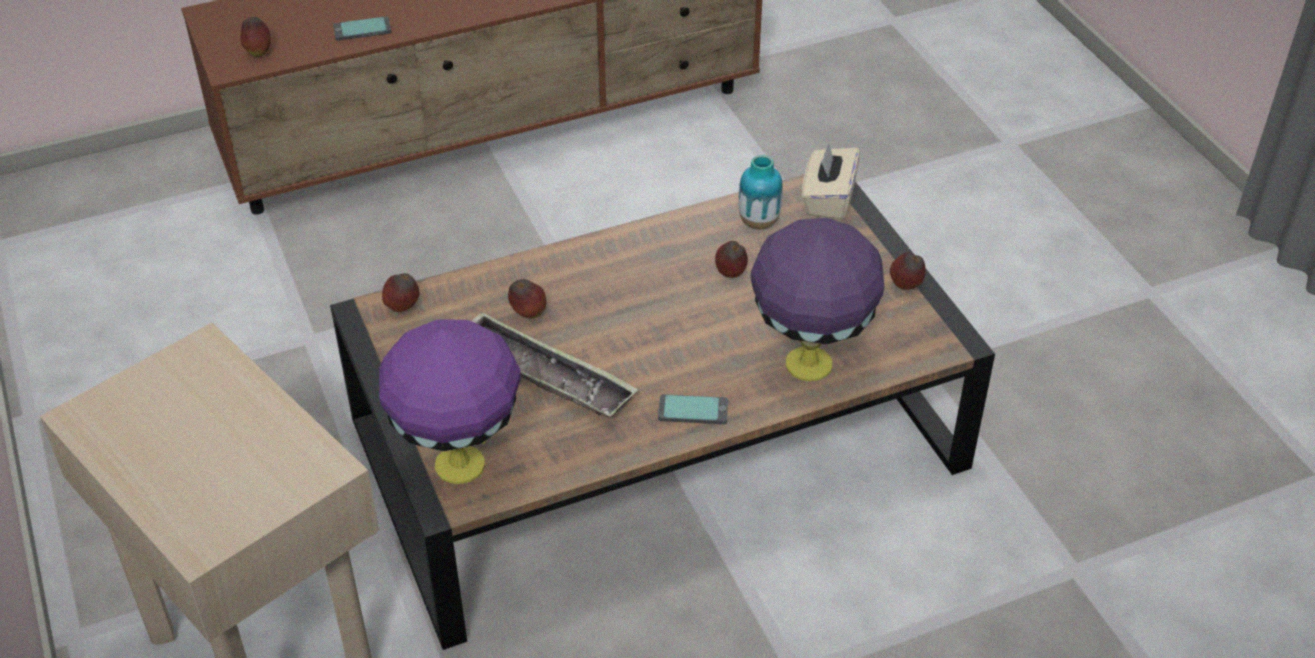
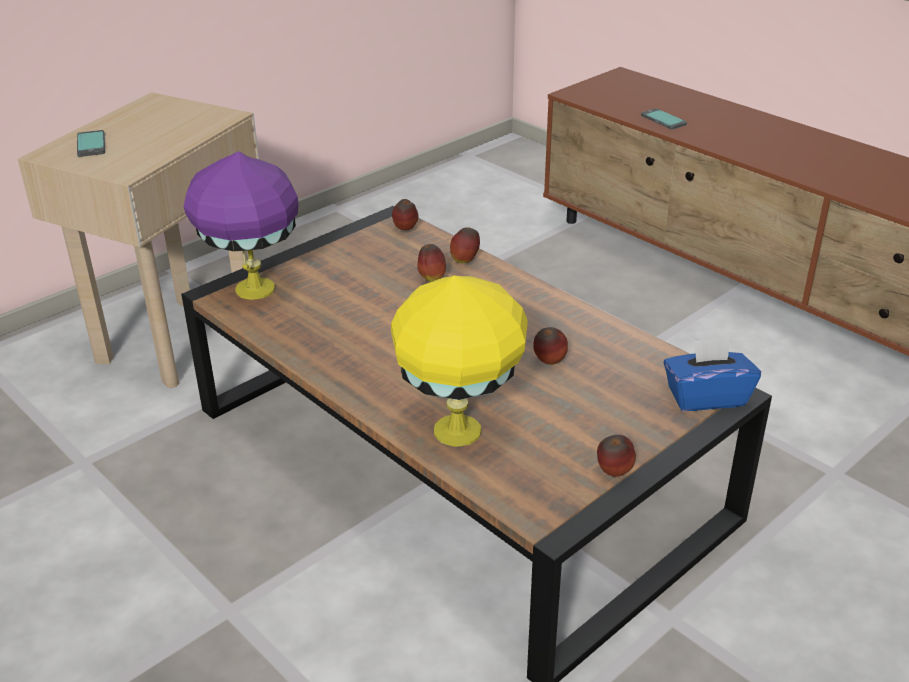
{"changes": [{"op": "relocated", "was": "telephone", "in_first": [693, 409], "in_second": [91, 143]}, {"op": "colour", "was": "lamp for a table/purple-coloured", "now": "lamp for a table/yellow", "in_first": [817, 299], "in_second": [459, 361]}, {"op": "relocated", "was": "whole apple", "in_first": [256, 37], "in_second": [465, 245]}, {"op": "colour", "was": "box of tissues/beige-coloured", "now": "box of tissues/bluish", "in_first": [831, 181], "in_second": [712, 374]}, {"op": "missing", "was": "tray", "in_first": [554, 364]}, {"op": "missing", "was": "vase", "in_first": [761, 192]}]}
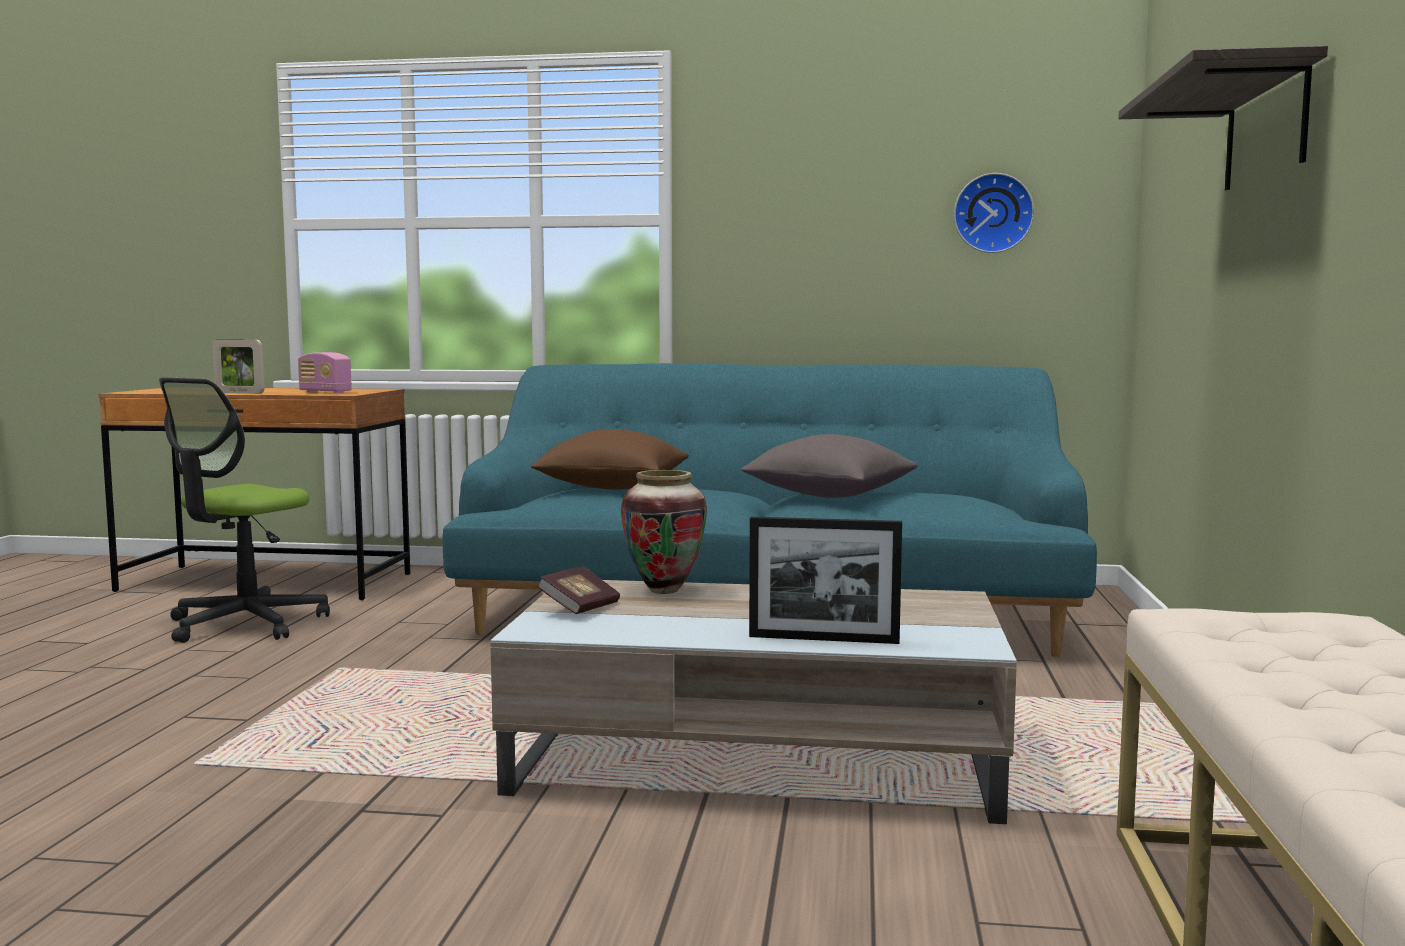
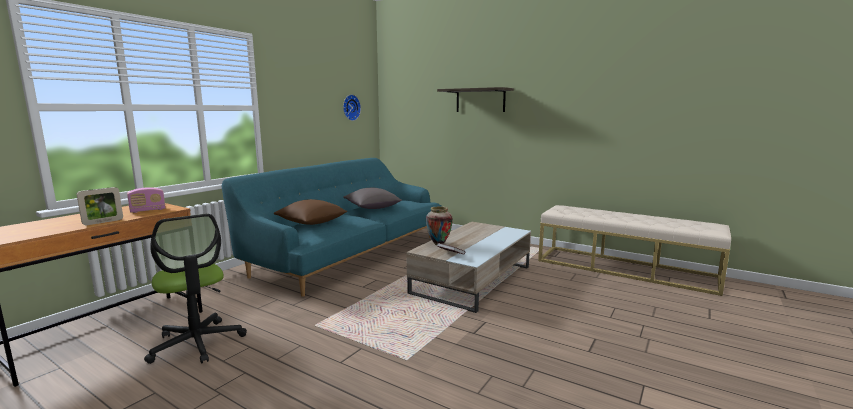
{"changes": [{"op": "missing", "was": "standing frame", "in_first": [825, 580]}]}
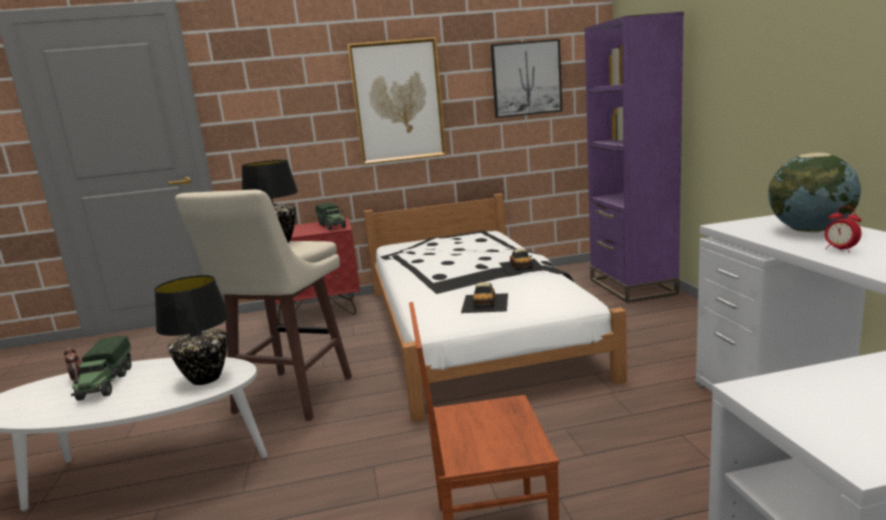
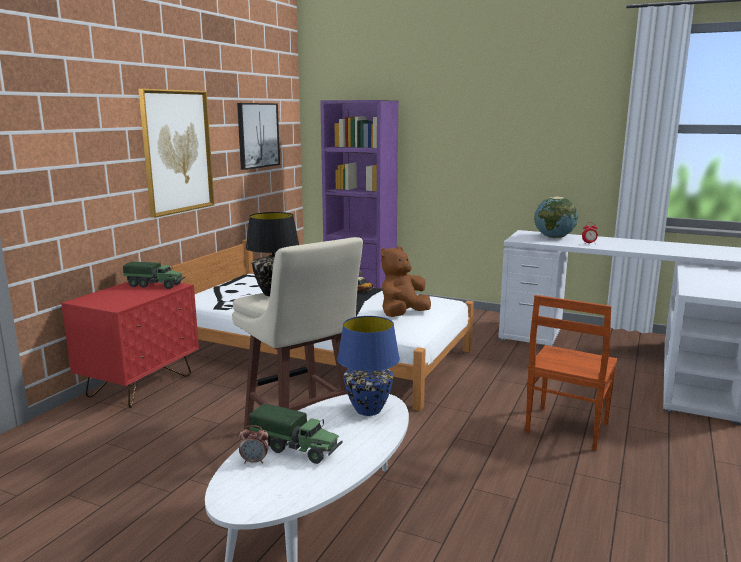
{"changes": [{"op": "colour", "was": "lamp for a table/black", "now": "lamp for a table/bluish", "in_first": [191, 330], "in_second": [368, 366]}, {"op": "exchanged", "was": "miniature car", "now": "cuddly toy/brown", "in_first": [484, 297], "in_second": [405, 281]}]}
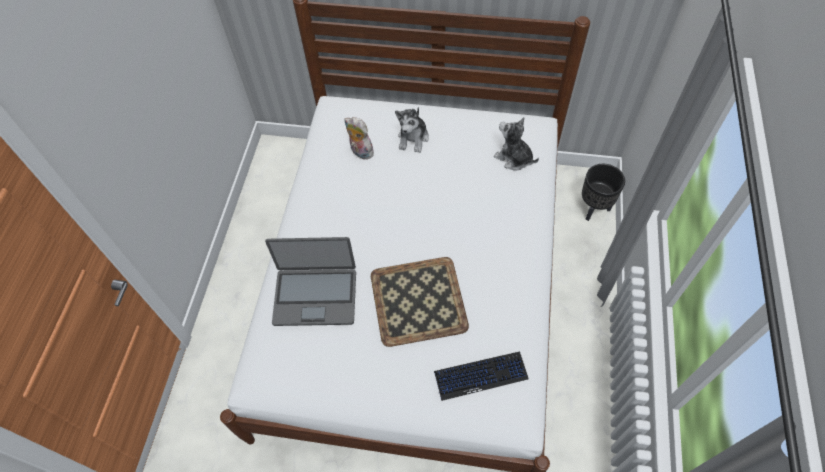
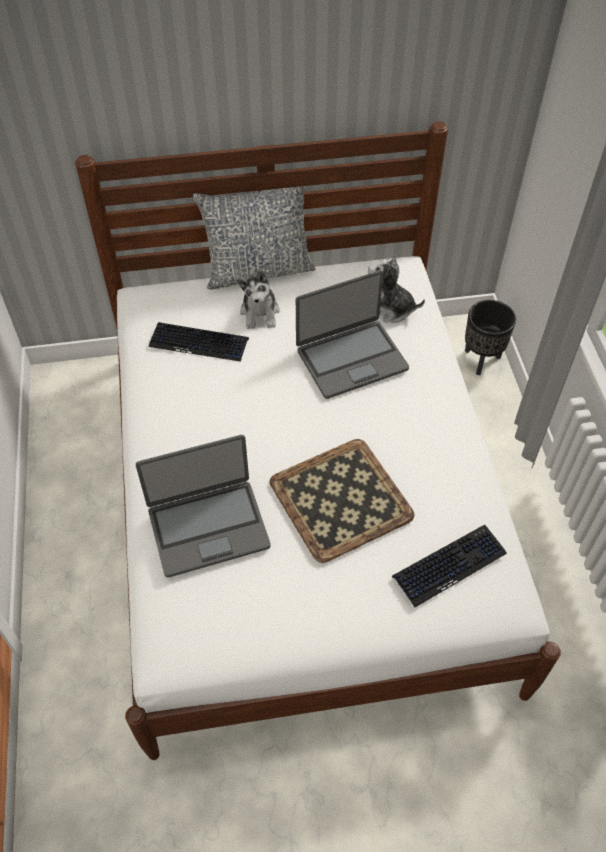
{"changes": [{"op": "exchanged", "was": "cuddly toy", "now": "PC keyboard", "in_first": [359, 138], "in_second": [199, 342]}, {"op": "appeared", "now": "cushion", "in_second": [254, 237]}, {"op": "appeared", "now": "portable computer", "in_second": [352, 334]}]}
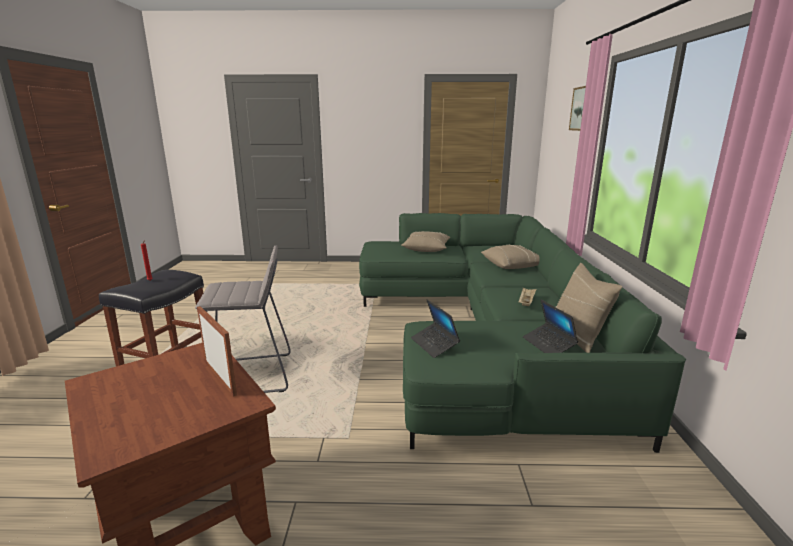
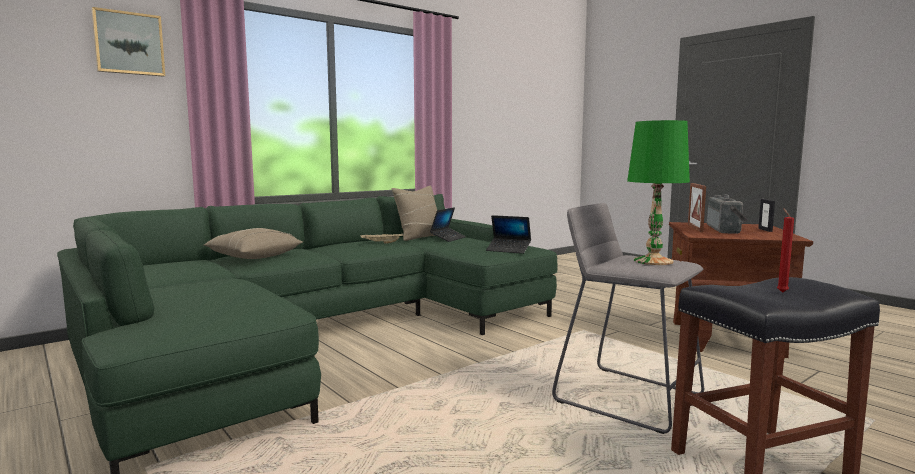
{"changes": [{"op": "spun", "was": "portable computer", "in_first": [435, 329], "in_second": [508, 234], "clockwise": 90}, {"op": "appeared", "now": "lamp for a table/green-coloured", "in_second": [658, 192]}, {"op": "appeared", "now": "radio", "in_second": [727, 214]}, {"op": "appeared", "now": "standing frame", "in_second": [766, 215]}, {"op": "missing", "was": "cushion/beige-coloured", "in_first": [426, 241]}]}
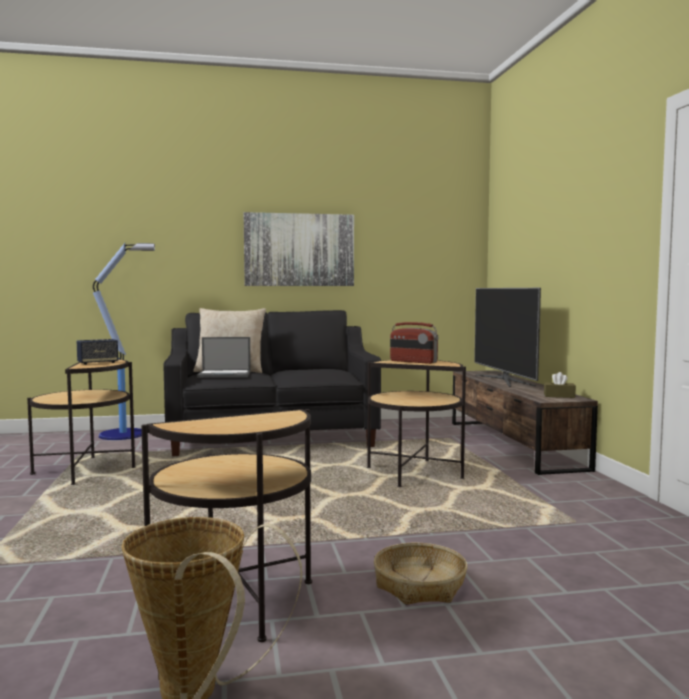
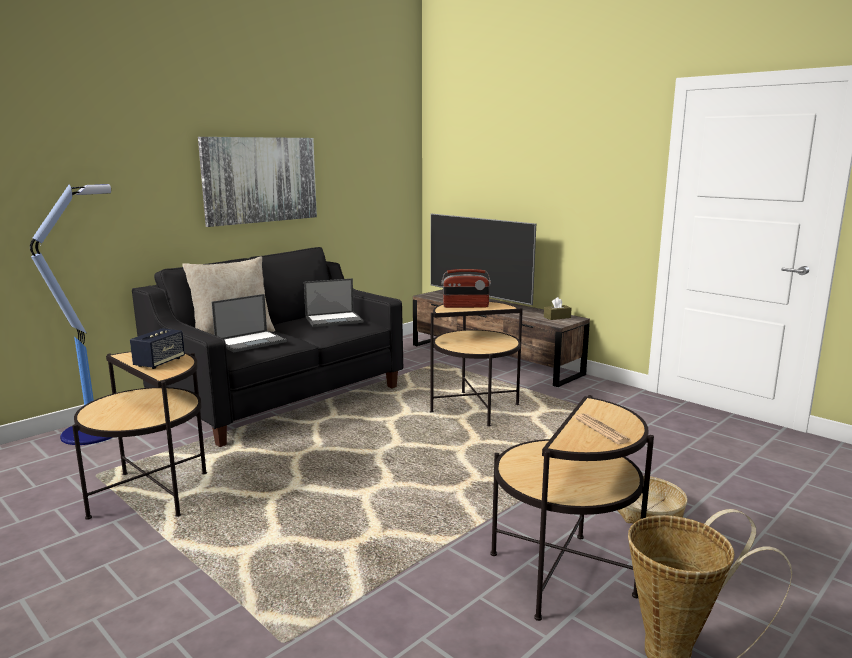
{"changes": [{"op": "appeared", "now": "portable computer", "in_second": [333, 302]}, {"op": "appeared", "now": "printed paper", "in_second": [603, 428]}]}
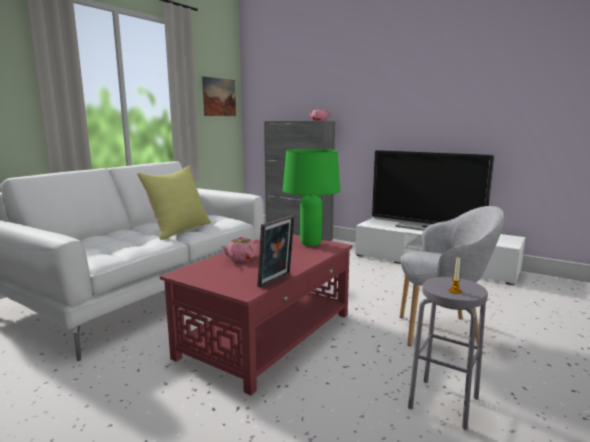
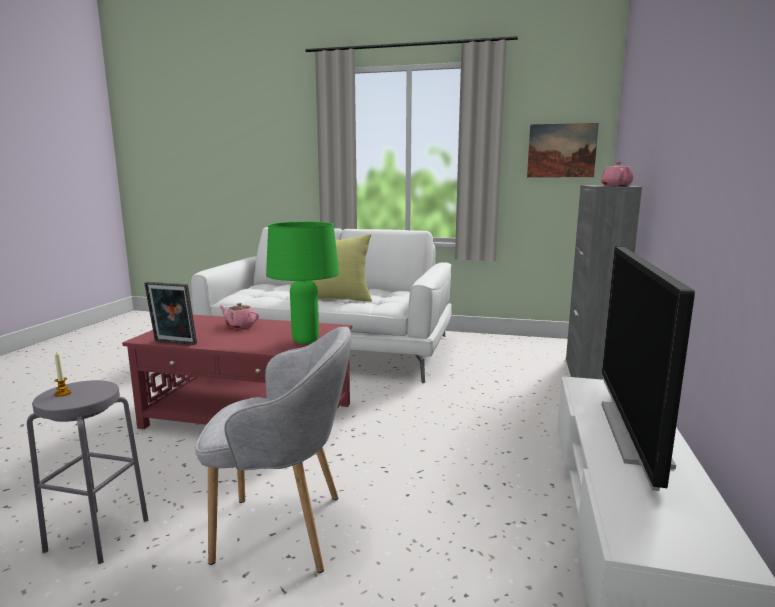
{"changes": [{"op": "spun", "was": "lounge chair/gray", "in_first": [452, 276], "in_second": [273, 450], "clockwise": -75}]}
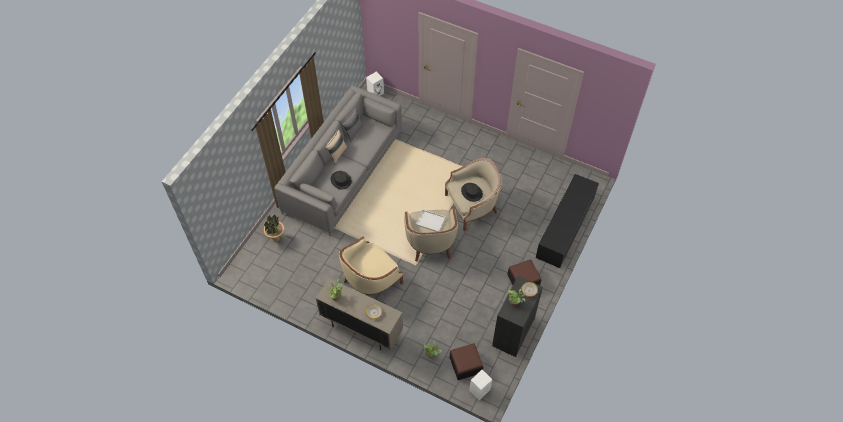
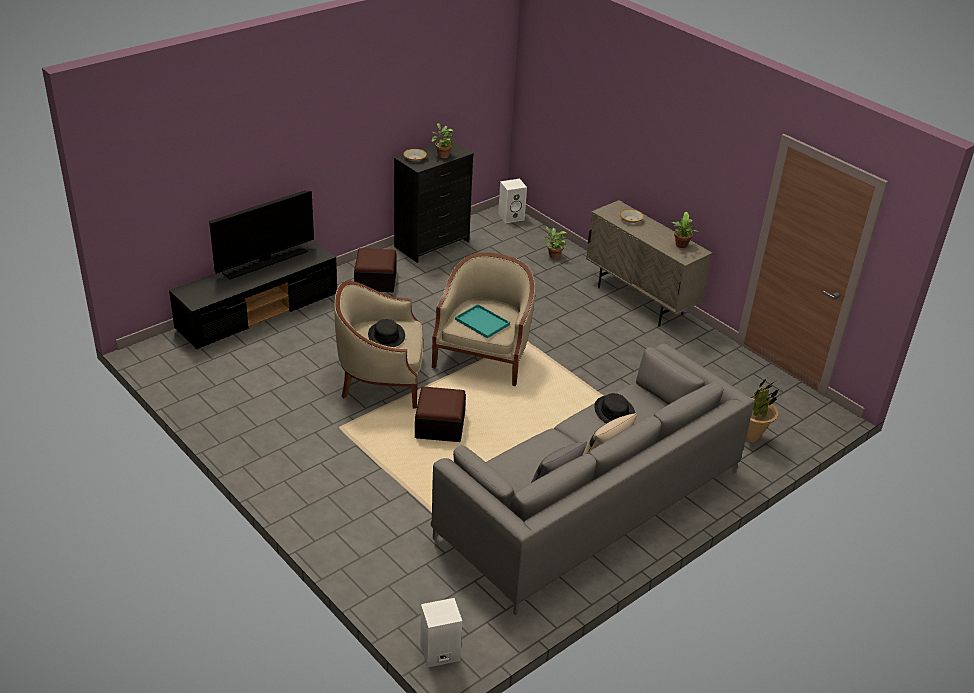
{"changes": [{"op": "appeared", "now": "TV set", "in_second": [261, 234]}, {"op": "relocated", "was": "ottoman", "in_first": [466, 361], "in_second": [440, 414]}, {"op": "colour", "was": "tray/white", "now": "tray/blue-green", "in_first": [430, 221], "in_second": [482, 321]}, {"op": "missing", "was": "lounge chair/beige-coloured", "in_first": [371, 266]}]}
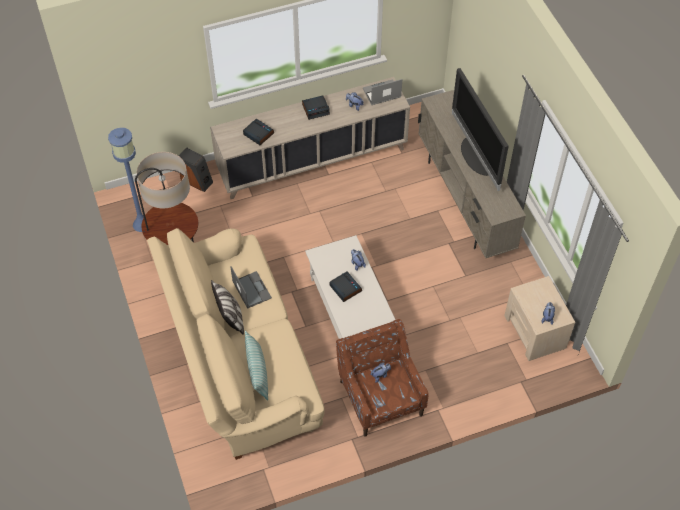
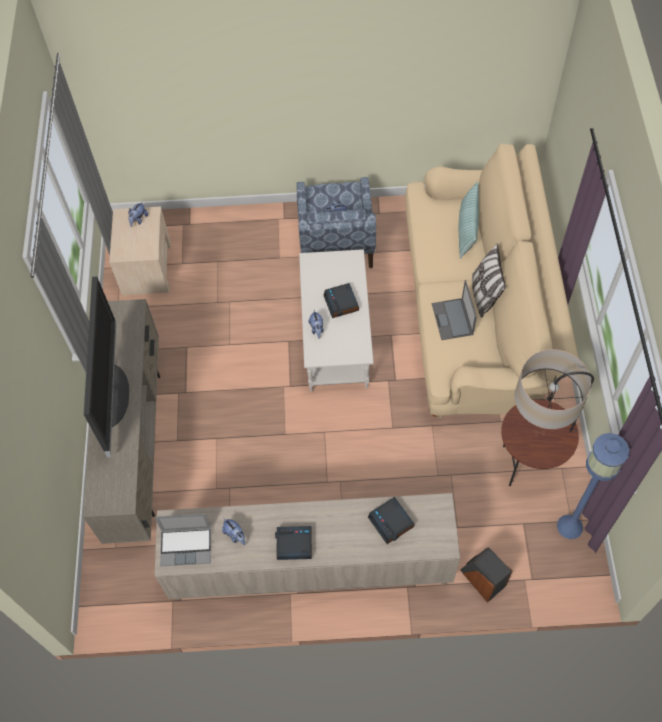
{"changes": [{"op": "colour", "was": "lounge chair/brown", "now": "lounge chair/bluish", "in_first": [382, 378], "in_second": [336, 222]}]}
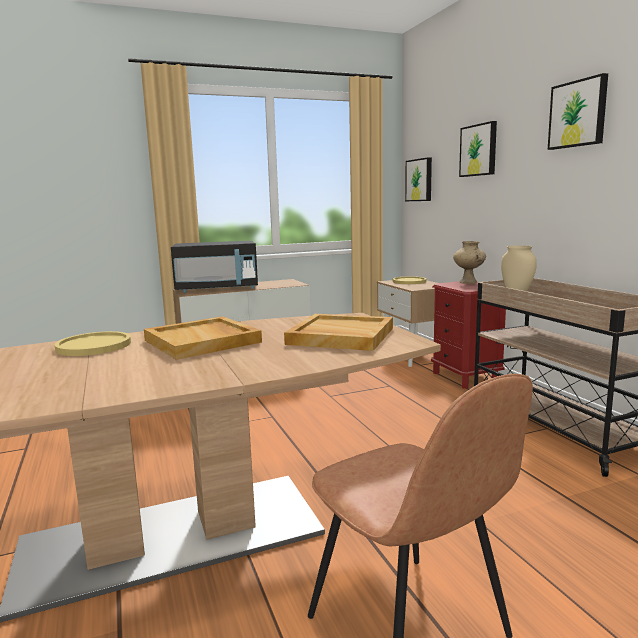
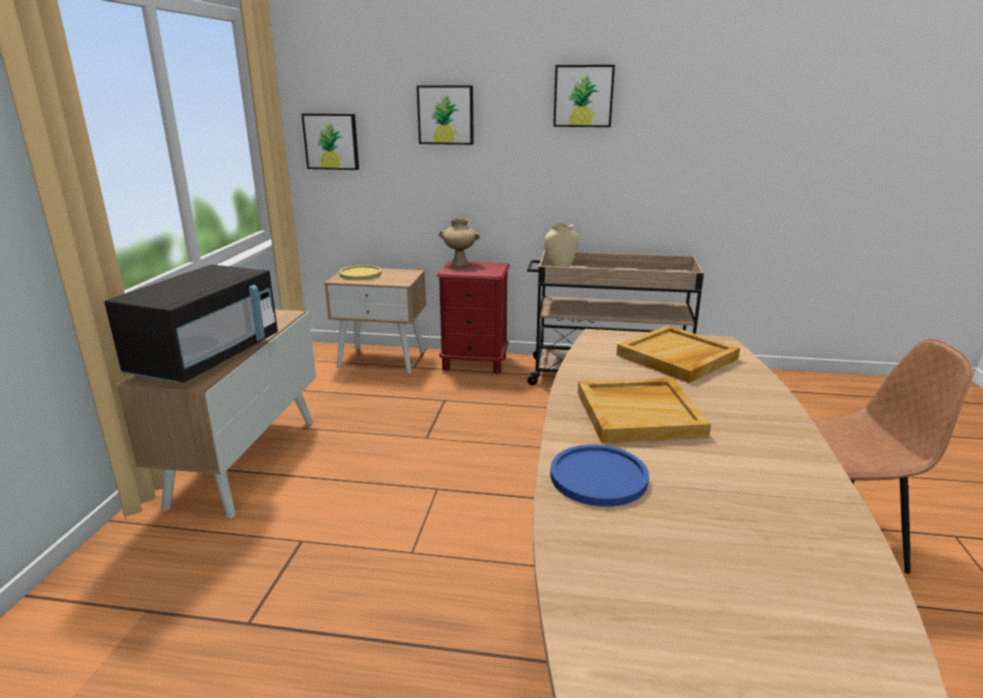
{"changes": [{"op": "colour", "was": "dinner plate/yellow", "now": "dinner plate/bluish", "in_first": [93, 343], "in_second": [599, 476]}]}
